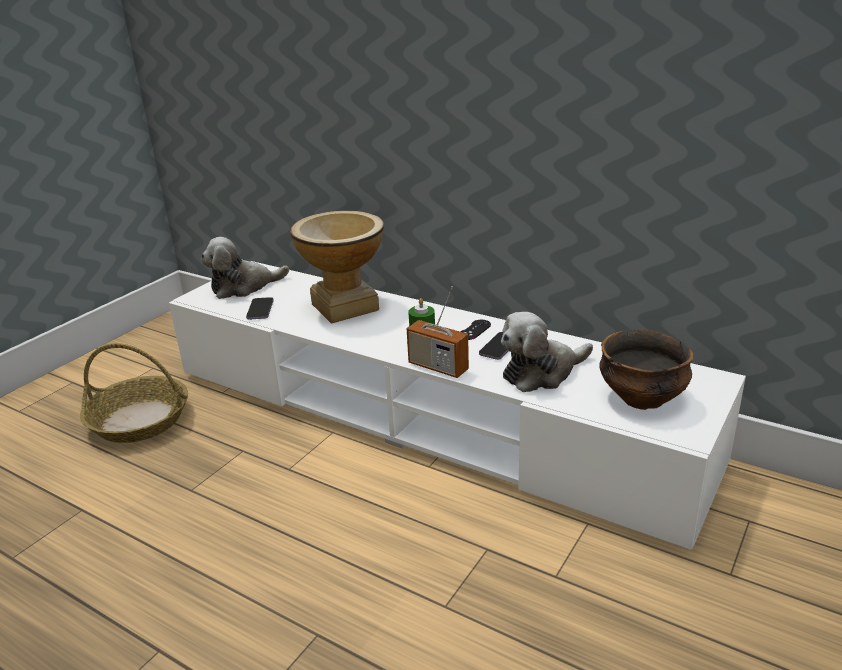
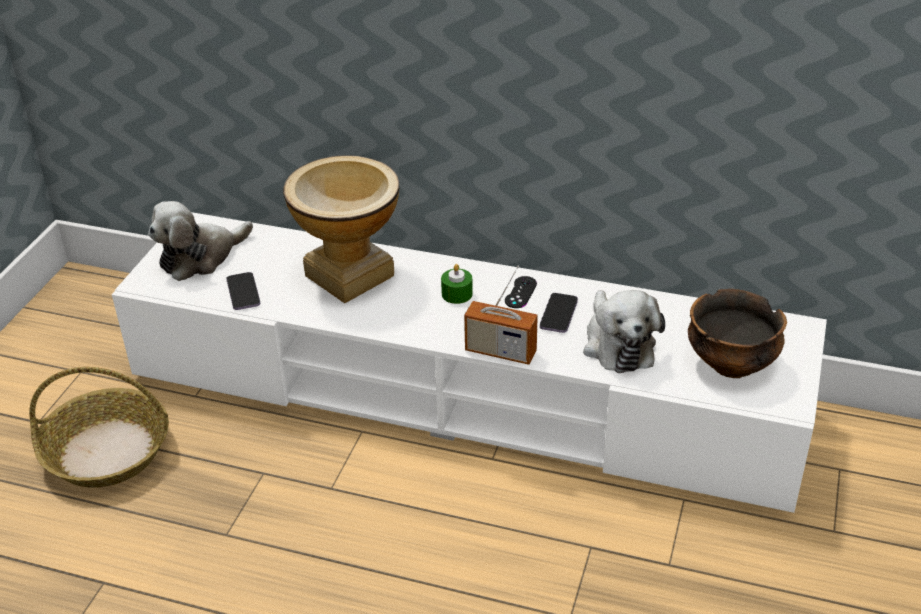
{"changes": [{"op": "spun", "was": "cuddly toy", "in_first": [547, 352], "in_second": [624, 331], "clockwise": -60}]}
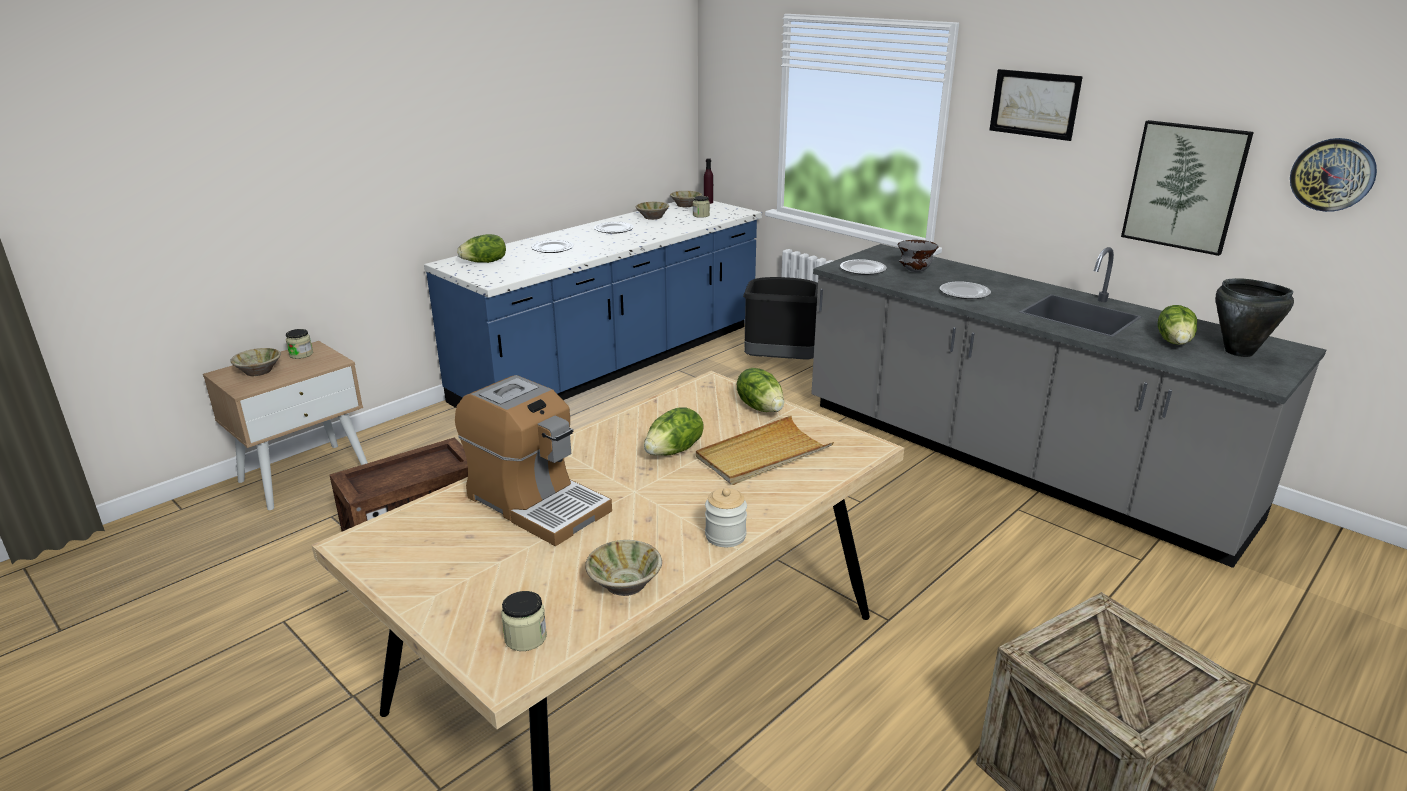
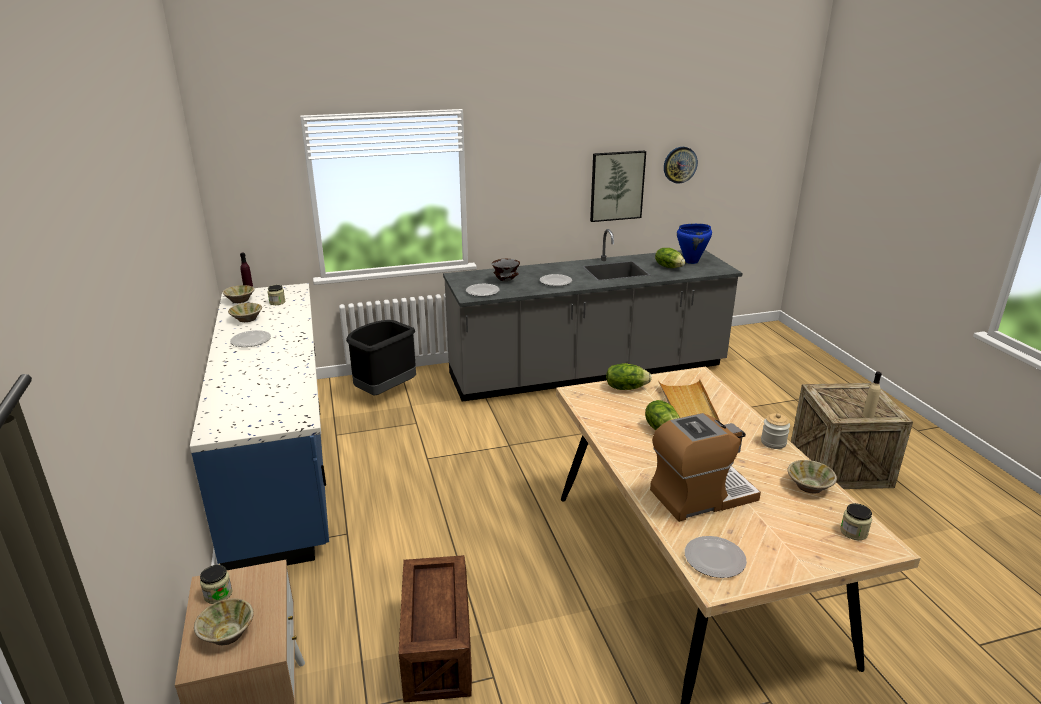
{"changes": [{"op": "colour", "was": "cooking pot/black", "now": "cooking pot/bluish", "in_first": [1255, 317], "in_second": [694, 244]}, {"op": "relocated", "was": "dinner plate", "in_first": [552, 246], "in_second": [716, 557]}, {"op": "appeared", "now": "drink bottle/beige-coloured", "in_second": [872, 395]}, {"op": "missing", "was": "head of lettuce", "in_first": [481, 248]}, {"op": "missing", "was": "picture", "in_first": [1036, 105]}]}
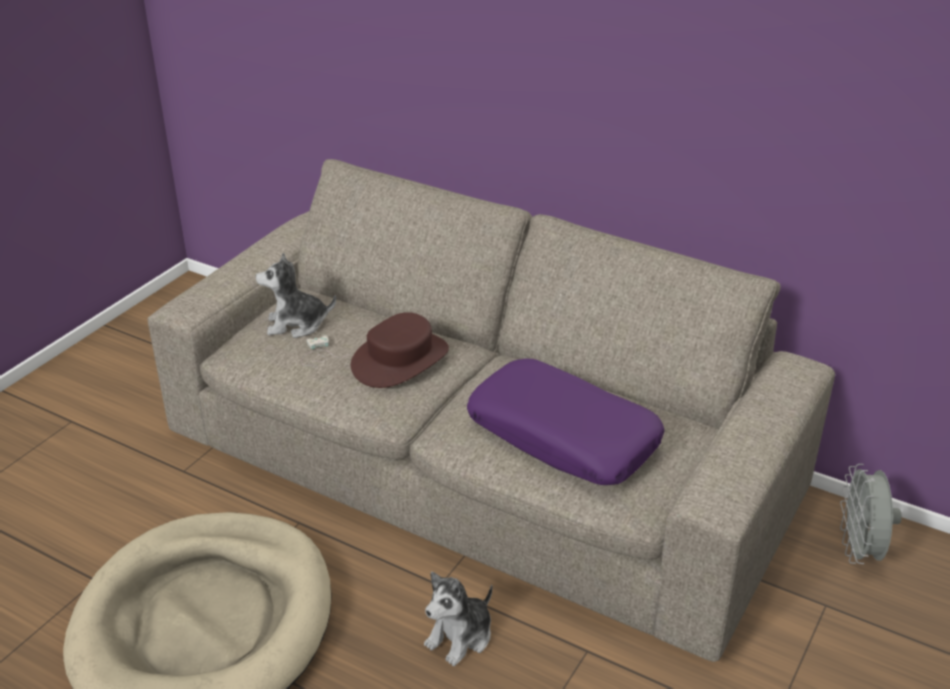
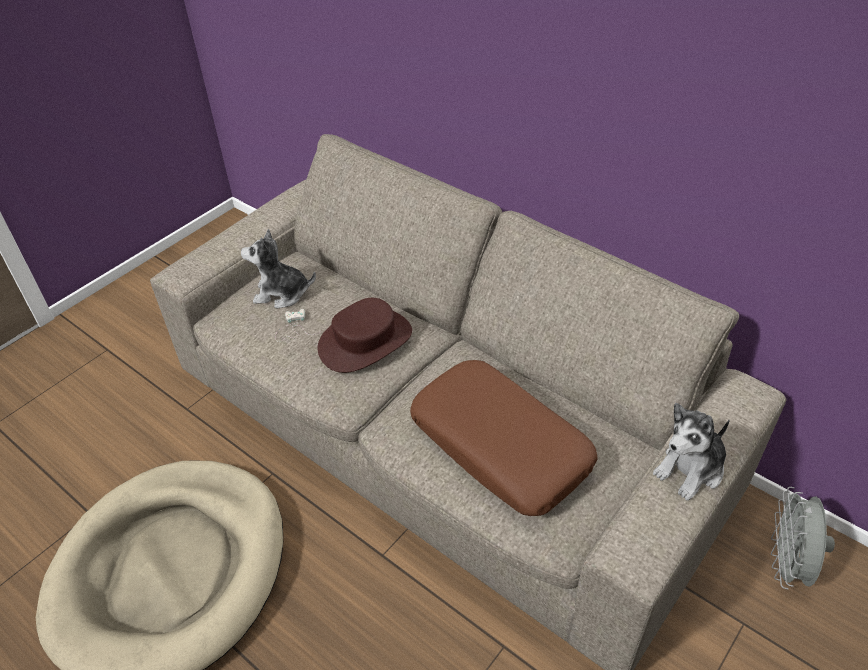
{"changes": [{"op": "colour", "was": "cushion/purple-coloured", "now": "cushion/brown", "in_first": [566, 422], "in_second": [503, 438]}, {"op": "relocated", "was": "cuddly toy", "in_first": [458, 619], "in_second": [691, 452]}]}
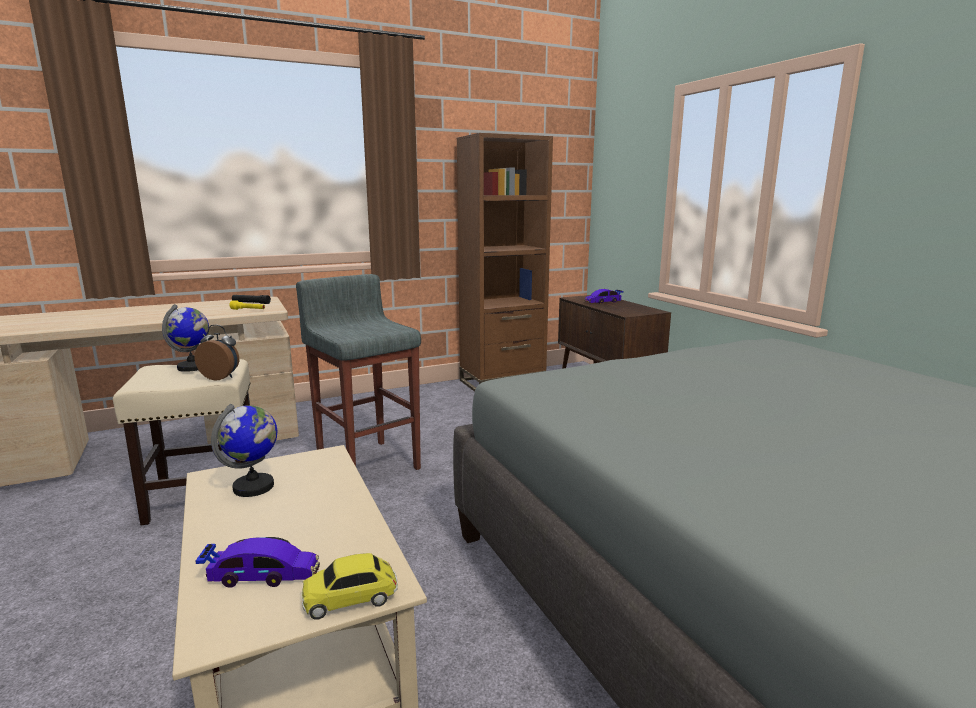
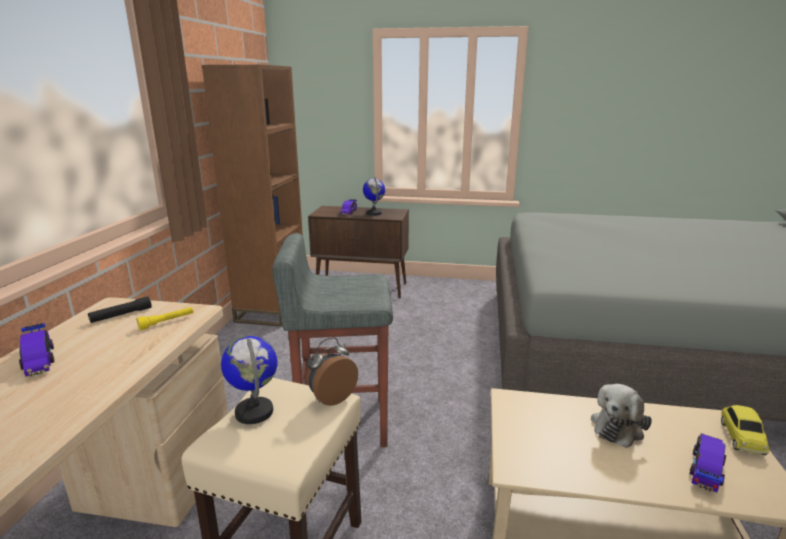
{"changes": [{"op": "appeared", "now": "miniature car", "in_second": [36, 350]}, {"op": "relocated", "was": "world globe", "in_first": [244, 450], "in_second": [374, 196]}, {"op": "appeared", "now": "cuddly toy", "in_second": [621, 416]}]}
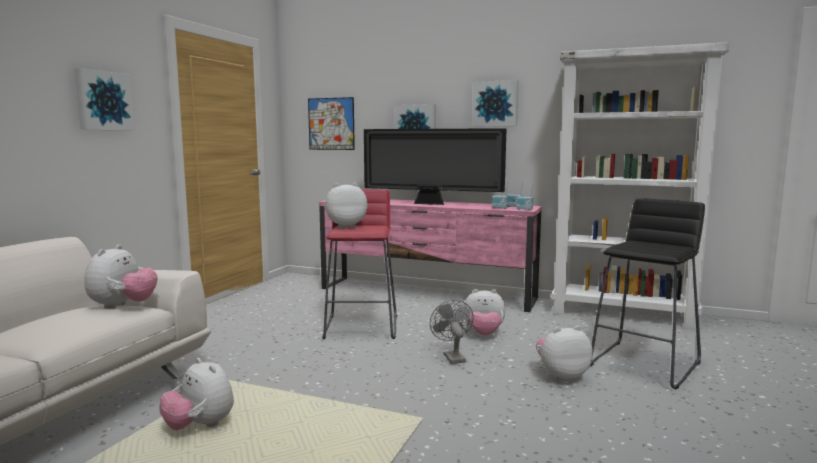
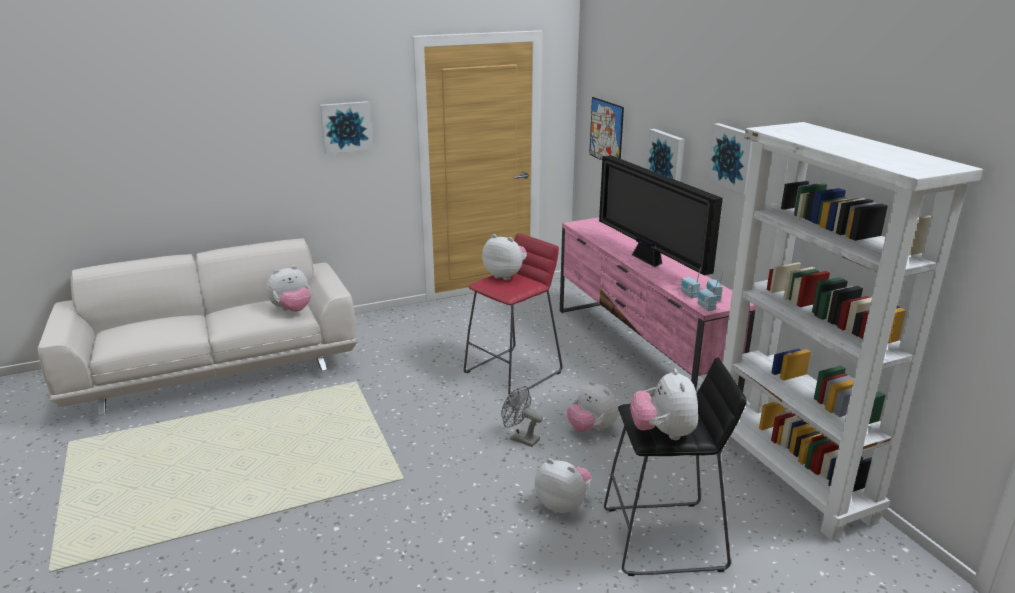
{"changes": [{"op": "spun", "was": "electric fan/gray", "in_first": [451, 332], "in_second": [522, 416], "clockwise": -90}, {"op": "relocated", "was": "cuddly toy", "in_first": [197, 394], "in_second": [664, 404]}]}
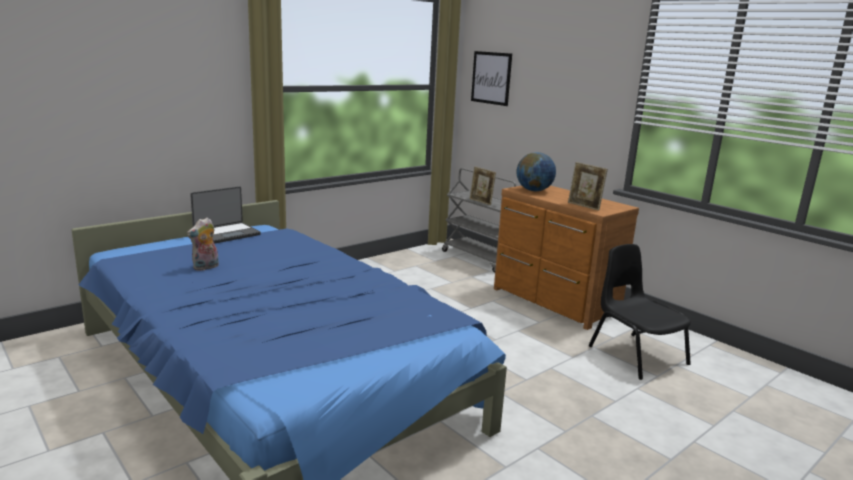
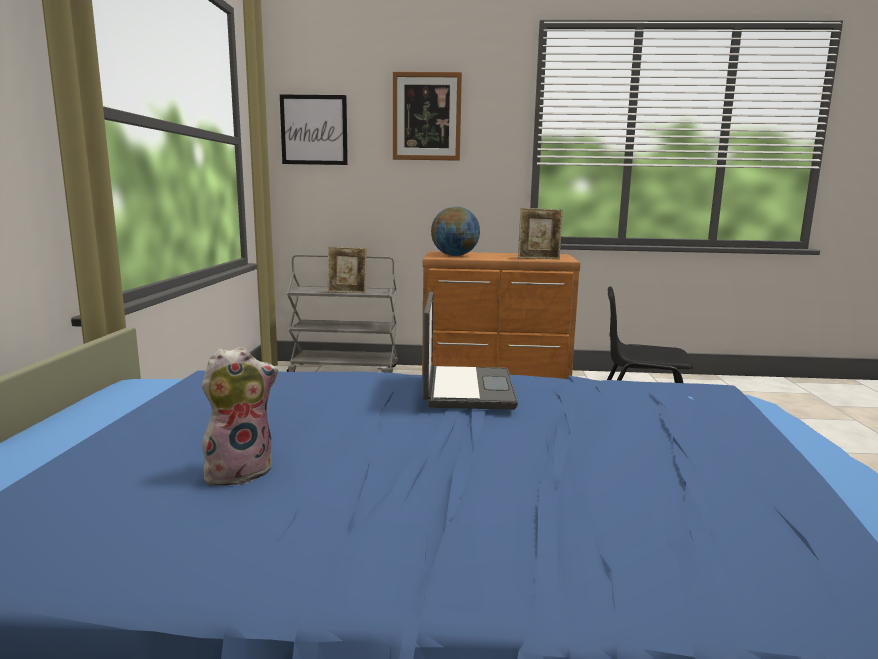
{"changes": [{"op": "spun", "was": "cuddly toy", "in_first": [203, 244], "in_second": [240, 416], "clockwise": -120}, {"op": "appeared", "now": "picture", "in_second": [427, 116]}, {"op": "relocated", "was": "portable computer", "in_first": [225, 215], "in_second": [470, 351]}]}
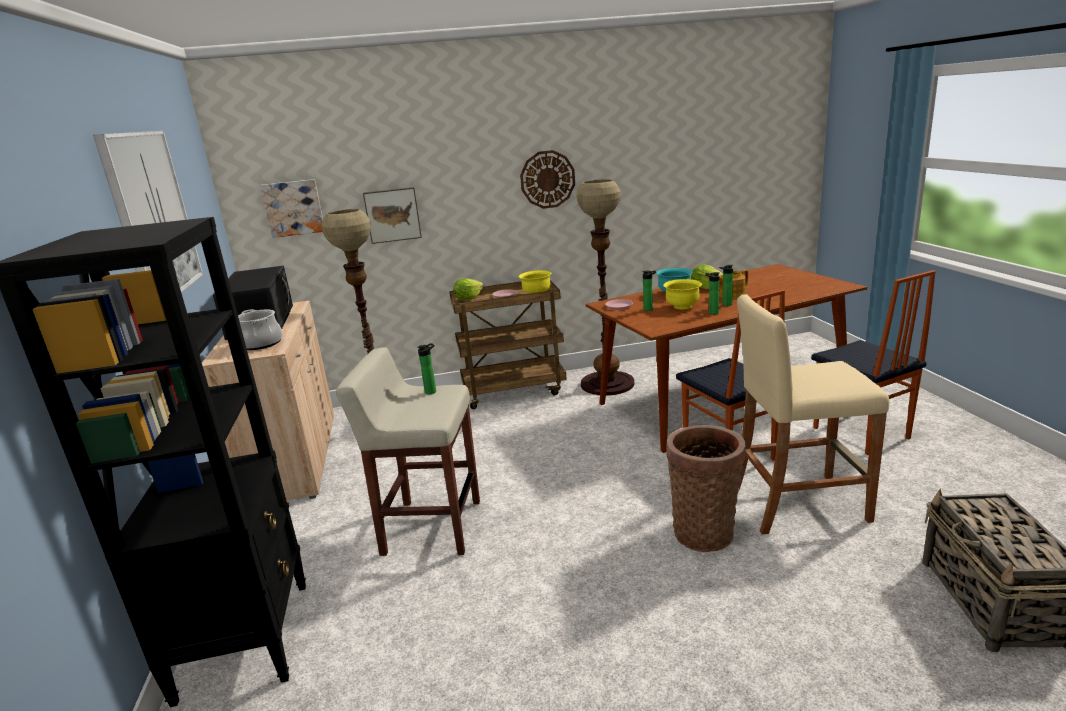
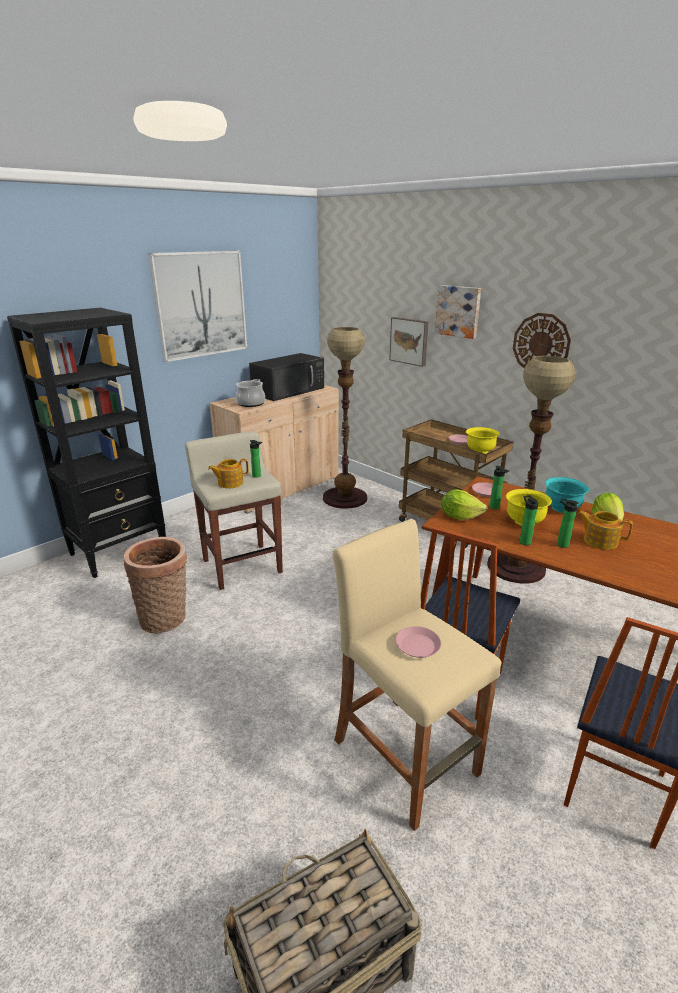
{"changes": [{"op": "relocated", "was": "storage basket", "in_first": [706, 488], "in_second": [155, 585]}, {"op": "appeared", "now": "tea pot", "in_second": [228, 473]}, {"op": "appeared", "now": "dinner plate/pinkish", "in_second": [418, 642]}, {"op": "relocated", "was": "picture", "in_first": [291, 208], "in_second": [458, 312]}, {"op": "relocated", "was": "head of lettuce", "in_first": [468, 289], "in_second": [464, 504]}]}
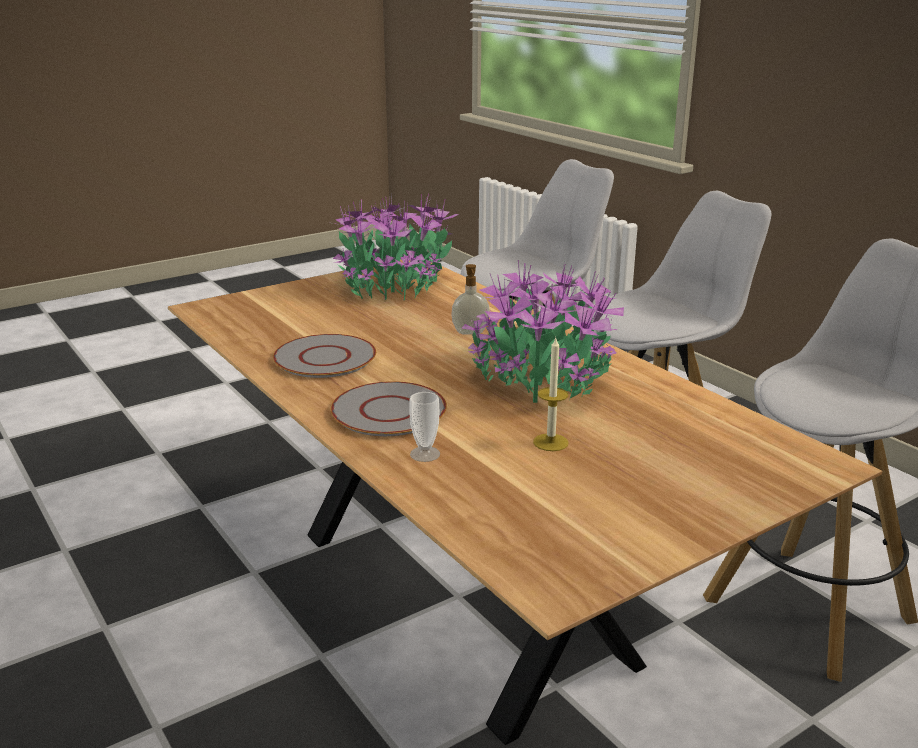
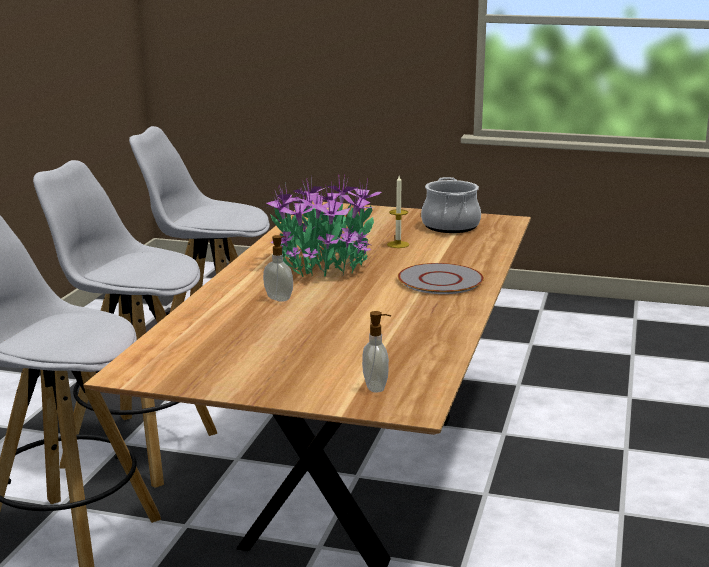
{"changes": [{"op": "appeared", "now": "soap bottle", "in_second": [376, 352]}, {"op": "appeared", "now": "cooking pot", "in_second": [451, 205]}, {"op": "missing", "was": "dinner plate/gray", "in_first": [324, 356]}, {"op": "missing", "was": "potted plant", "in_first": [396, 247]}, {"op": "missing", "was": "small cup", "in_first": [424, 427]}]}
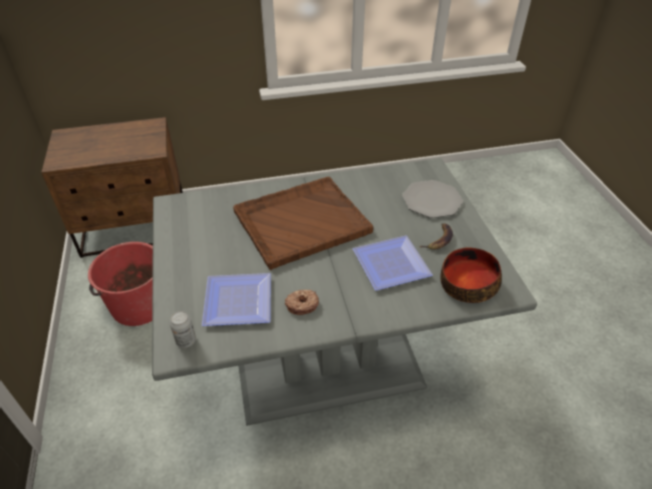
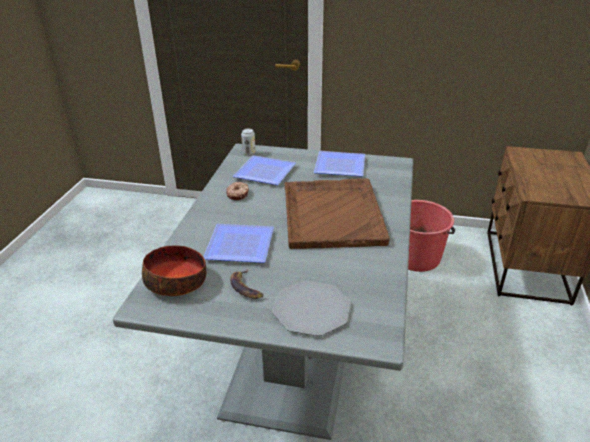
{"changes": [{"op": "appeared", "now": "dinner plate", "in_second": [339, 164]}]}
